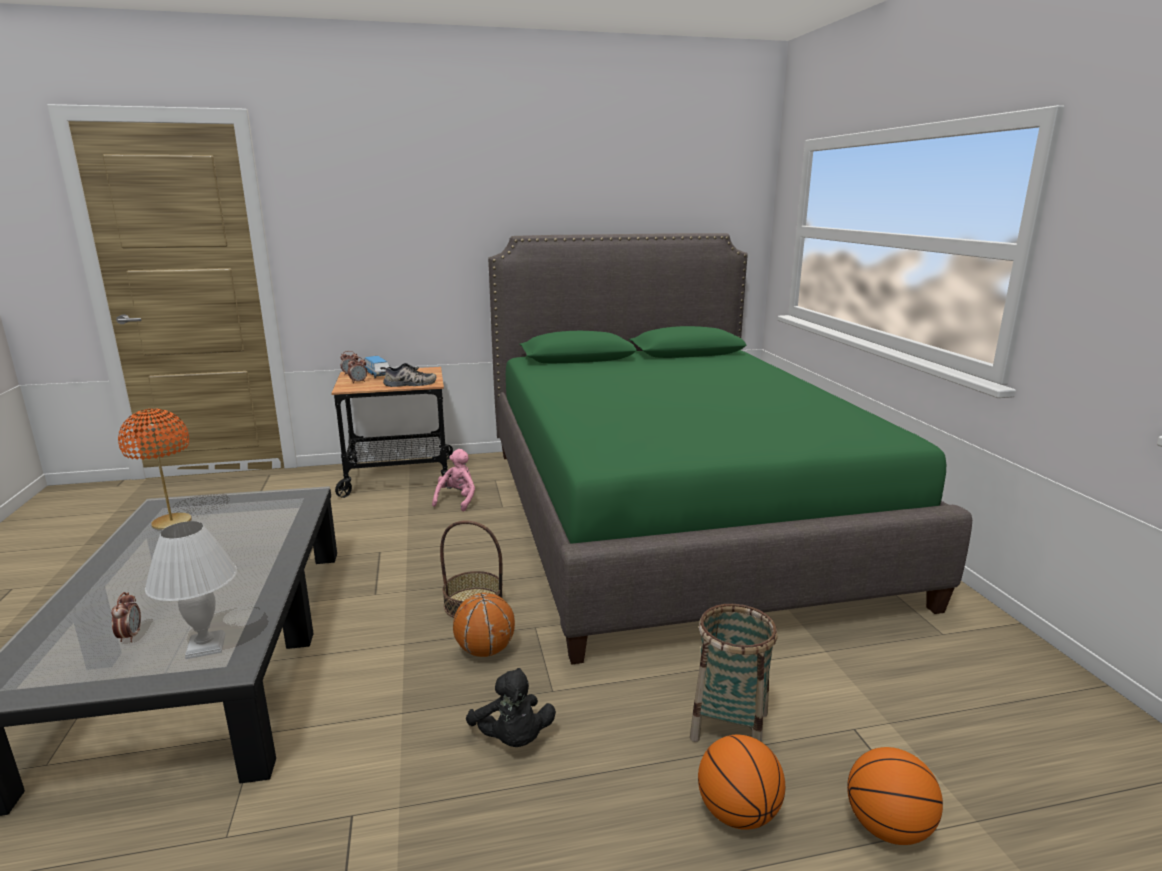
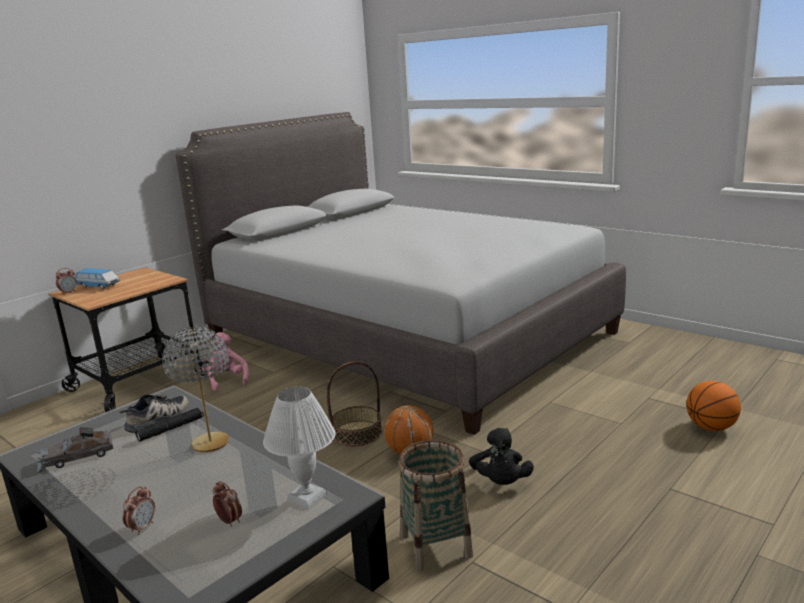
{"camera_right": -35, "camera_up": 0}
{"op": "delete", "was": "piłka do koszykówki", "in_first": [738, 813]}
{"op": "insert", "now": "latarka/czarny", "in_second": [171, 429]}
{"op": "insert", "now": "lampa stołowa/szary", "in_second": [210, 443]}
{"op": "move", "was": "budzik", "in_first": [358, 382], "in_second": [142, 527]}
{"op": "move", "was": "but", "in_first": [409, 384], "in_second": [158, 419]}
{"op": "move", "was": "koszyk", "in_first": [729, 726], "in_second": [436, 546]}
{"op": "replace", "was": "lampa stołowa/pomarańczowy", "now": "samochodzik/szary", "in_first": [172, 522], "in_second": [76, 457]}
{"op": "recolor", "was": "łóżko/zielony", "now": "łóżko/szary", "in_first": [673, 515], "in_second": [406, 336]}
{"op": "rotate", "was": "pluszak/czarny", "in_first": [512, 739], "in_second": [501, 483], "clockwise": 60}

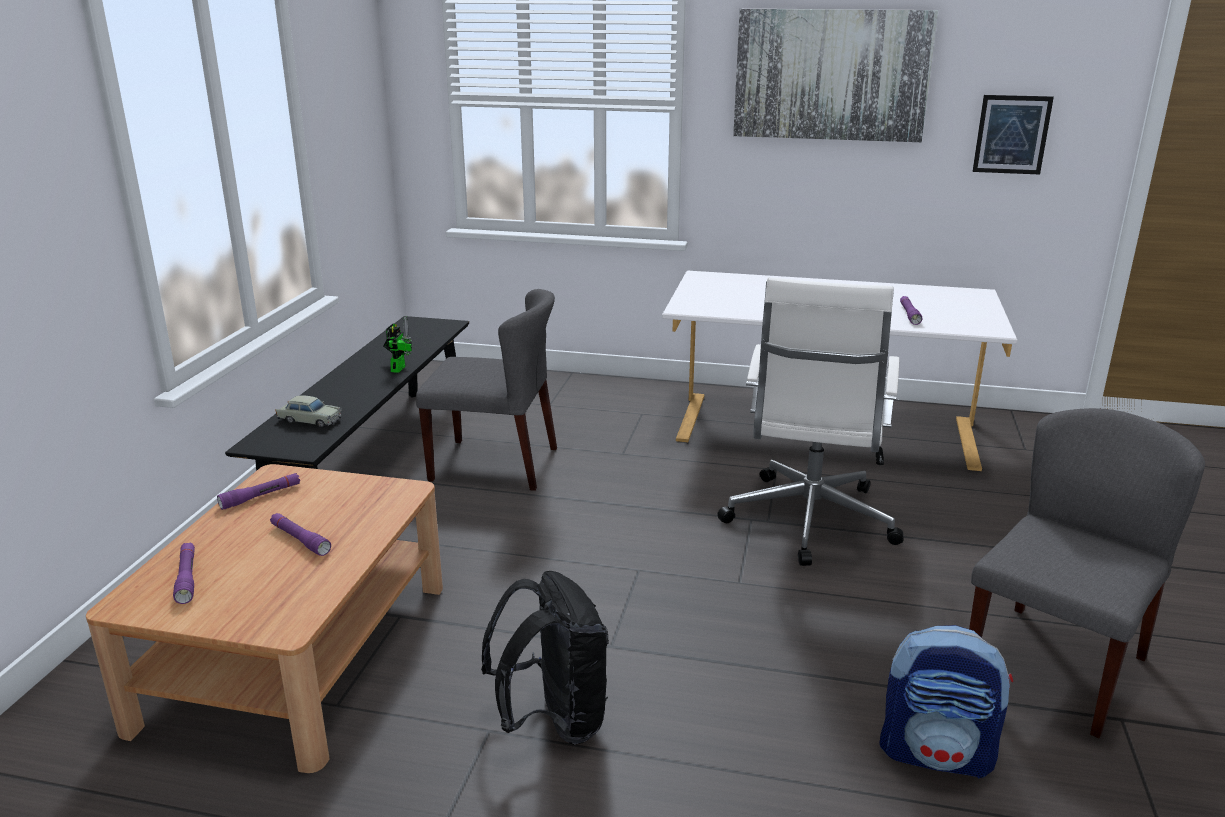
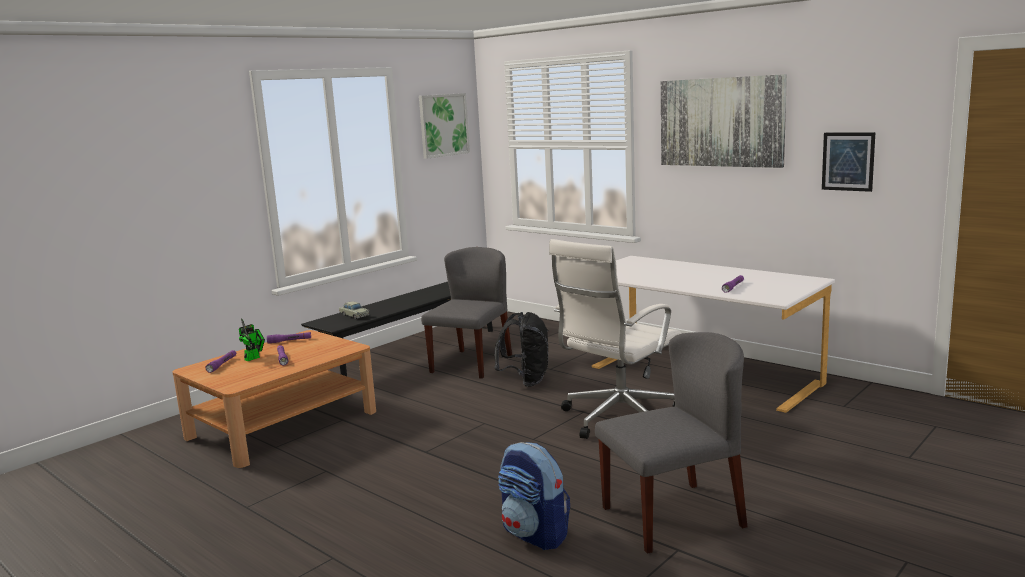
{"camera_right": 30, "camera_up": -10}
{"op": "insert", "now": "obraz", "in_second": [443, 125]}
{"op": "move", "was": "robot zabawkowy", "in_first": [399, 367], "in_second": [254, 358]}
{"op": "move", "was": "plecak/czarny", "in_first": [553, 720], "in_second": [526, 381]}
{"op": "rotate", "was": "krzesło/szary", "in_first": [495, 464], "in_second": [471, 363], "clockwise": -105}

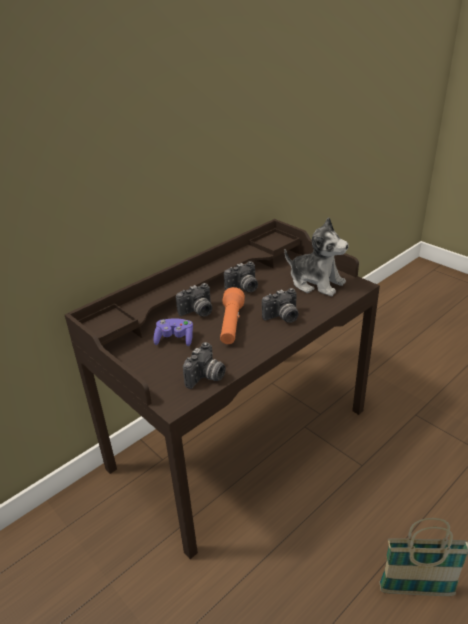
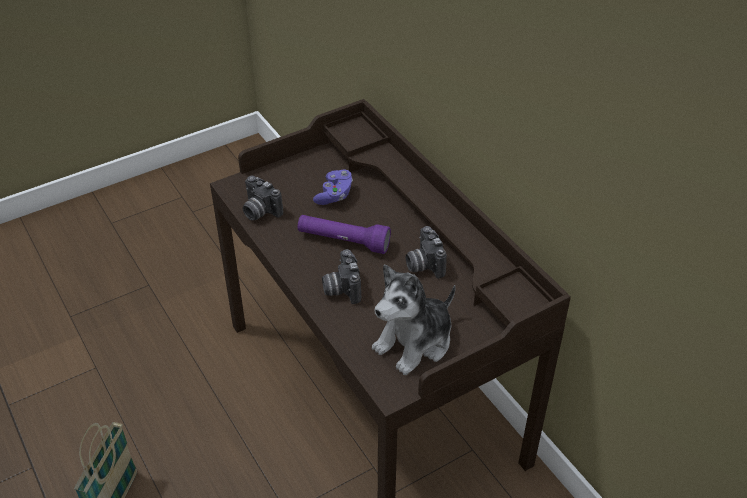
{"camera_right": 100, "camera_up": 10}
{"op": "delete", "was": "aparat fotograficzny", "in_first": [198, 312]}
{"op": "recolor", "was": "latarka/pomarańczowy", "now": "latarka/fioletowy", "in_first": [231, 325], "in_second": [343, 241]}

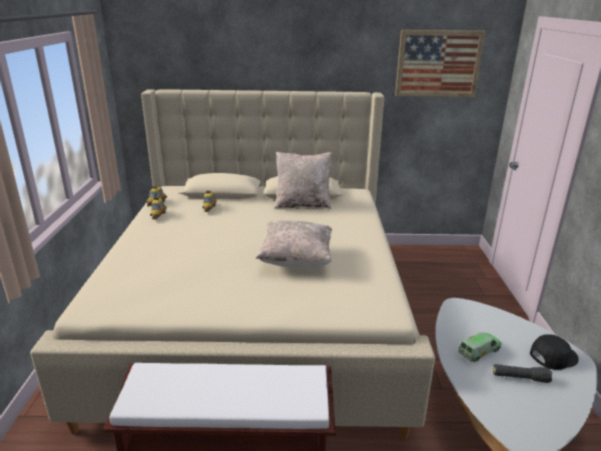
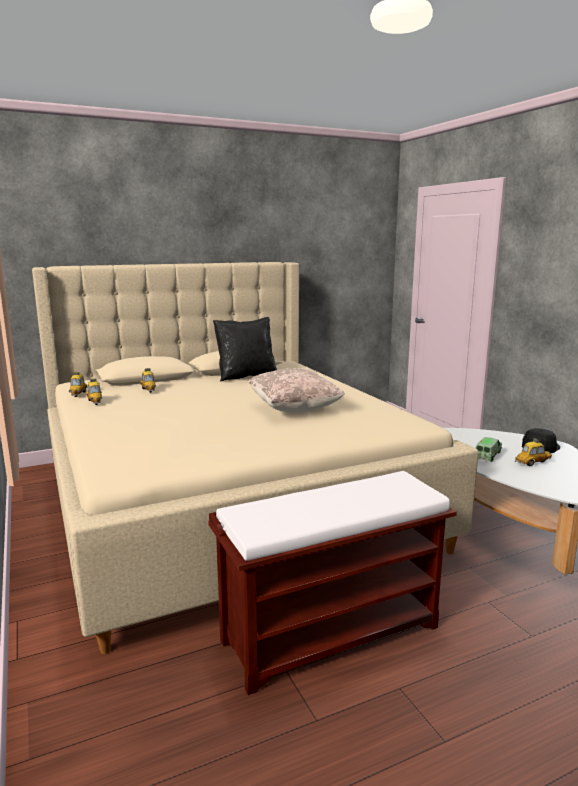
{"camera_right": -25, "camera_up": -10}
{"op": "delete", "was": "obraz", "in_first": [438, 64]}
{"op": "replace", "was": "latarka/czarny", "now": "samochodzik", "in_first": [520, 378], "in_second": [533, 463]}
{"op": "recolor", "was": "poduszka/beżowy", "now": "poduszka/czarny", "in_first": [303, 204], "in_second": [246, 376]}

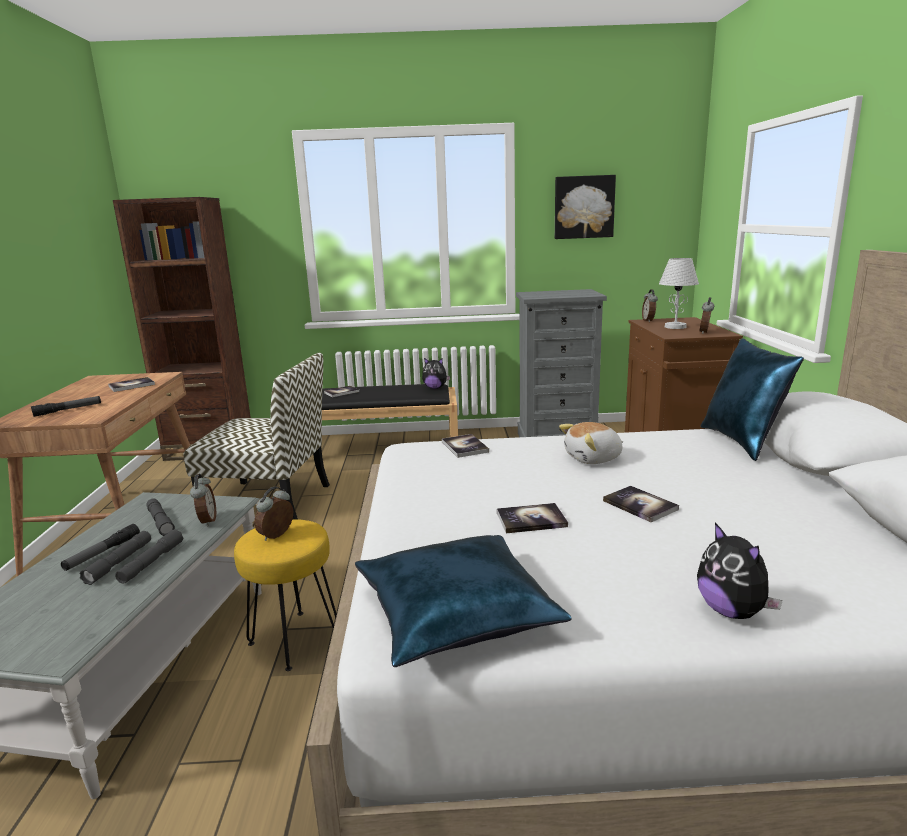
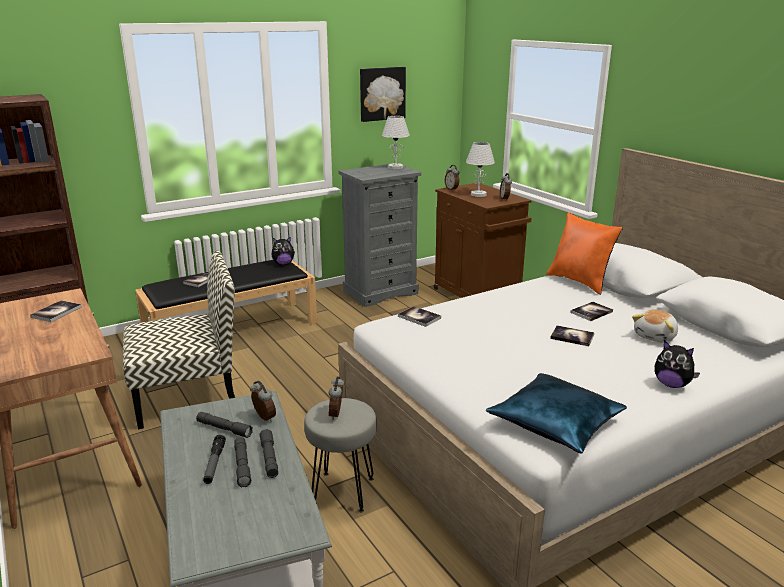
{"camera_right": -30, "camera_up": 5}
{"op": "delete", "was": "latarka", "in_first": [68, 410]}
{"op": "insert", "now": "lampa stołowa/biały", "in_second": [395, 167]}
{"op": "move", "was": "książka", "in_first": [531, 520], "in_second": [591, 312]}
{"op": "move", "was": "pluszak", "in_first": [593, 458], "in_second": [656, 336]}
{"op": "recolor", "was": "stołek/żółty", "now": "stołek/szary", "in_first": [294, 640], "in_second": [343, 492]}
{"op": "recolor", "was": "poduszka/niebieski", "now": "poduszka/pomarańczowy", "in_first": [743, 442], "in_second": [580, 282]}

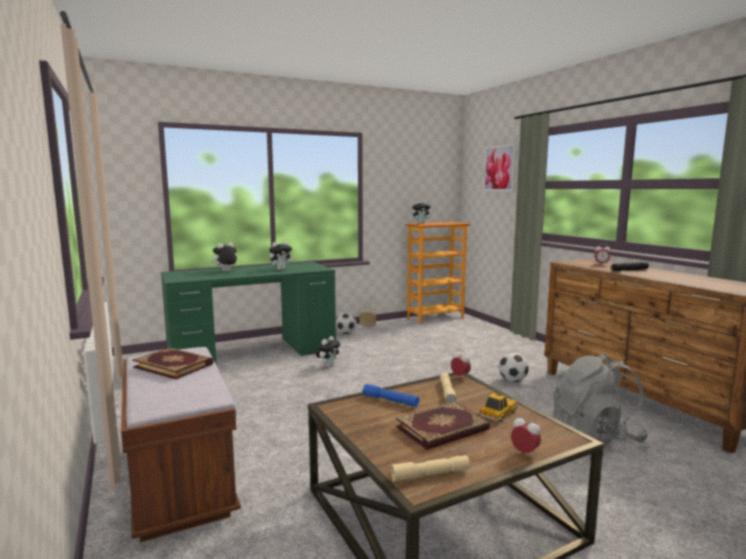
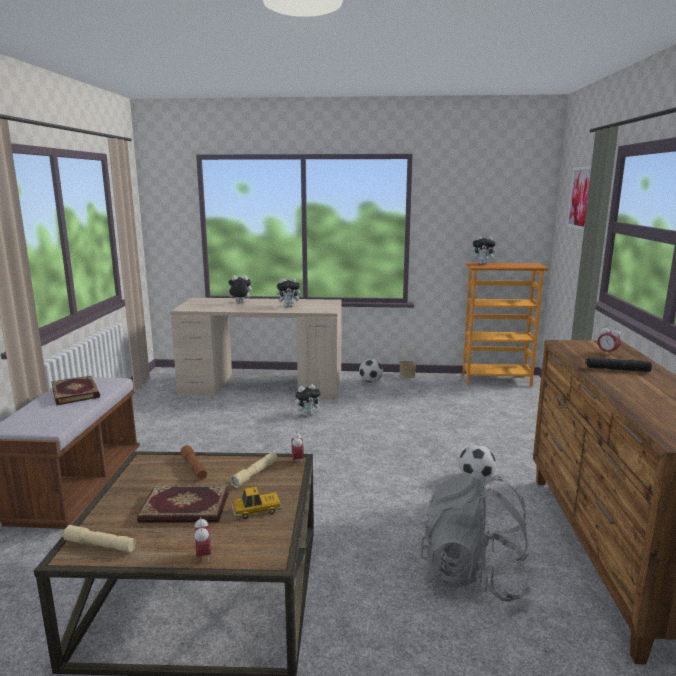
{"camera_right": 30, "camera_up": 5}
{"op": "recolor", "was": "biurko/zielony", "now": "biurko/beżowy", "in_first": [253, 352], "in_second": [263, 385]}
{"op": "recolor", "was": "latarka/niebieski", "now": "latarka/brązowy", "in_first": [390, 401], "in_second": [194, 467]}

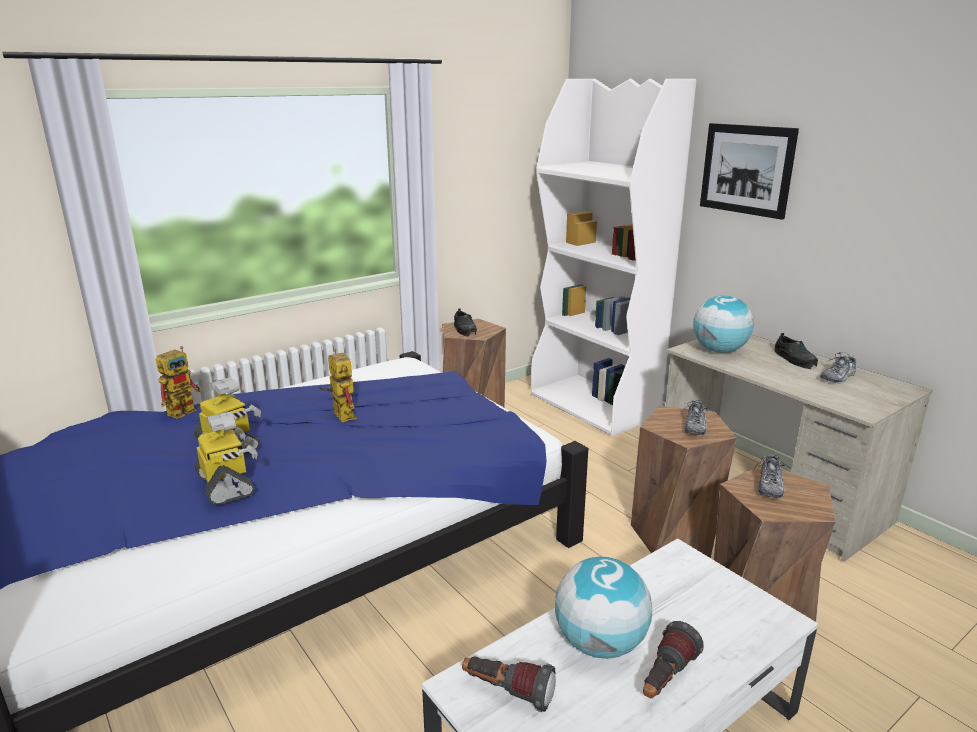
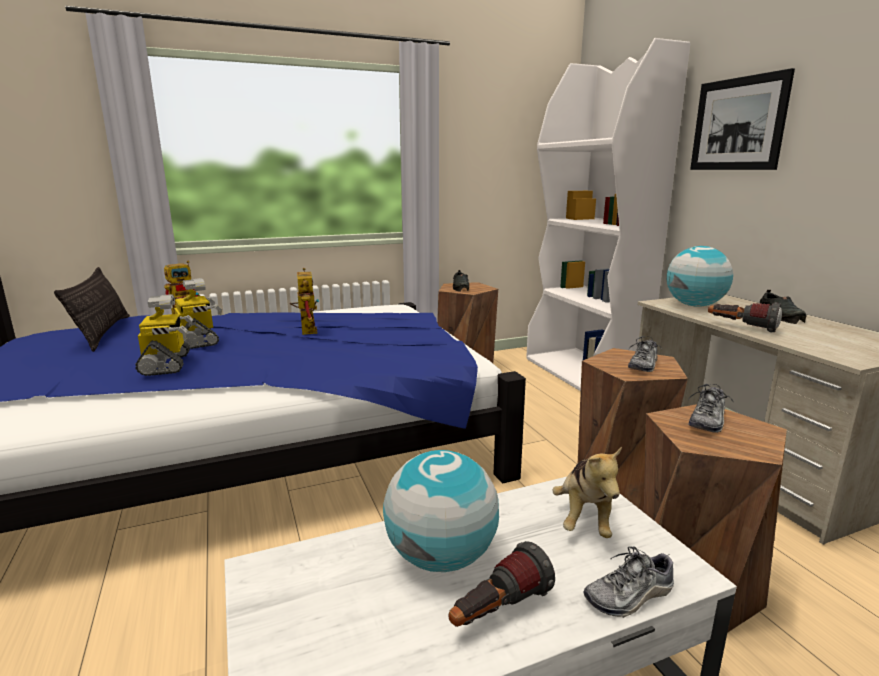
{"camera_right": 15, "camera_up": -5}
{"op": "insert", "now": "poduszka", "in_second": [103, 333]}
{"op": "insert", "now": "pluszak", "in_second": [585, 518]}
{"op": "move", "was": "latarka", "in_first": [507, 693], "in_second": [741, 327]}
{"op": "move", "was": "but", "in_first": [838, 377], "in_second": [629, 596]}

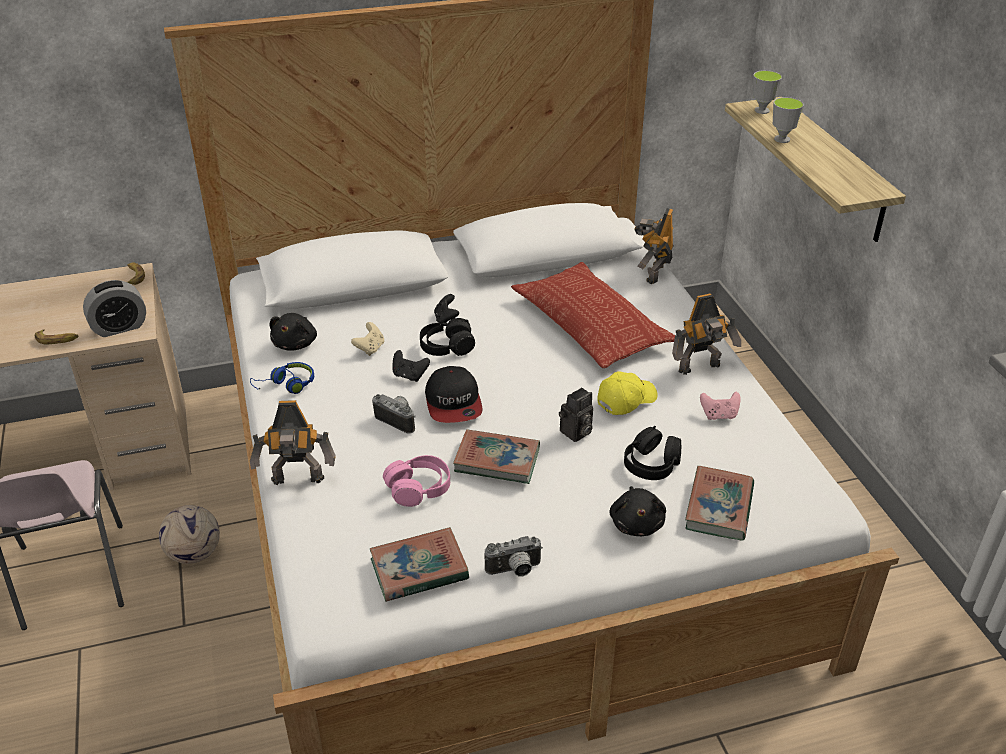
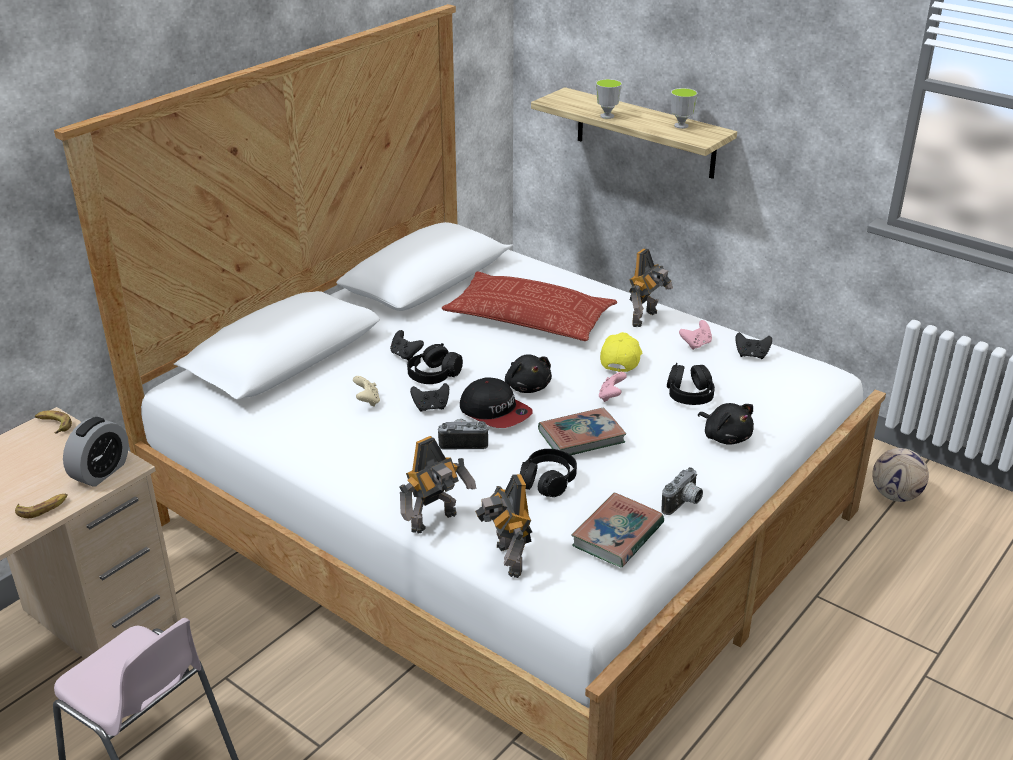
{"camera_right": -35, "camera_up": -5}
{"op": "delete", "was": "słuchawki/niebieski", "in_first": [286, 385]}
{"op": "delete", "was": "książka", "in_first": [719, 507]}
{"op": "insert", "now": "pad do gier/czarny", "in_second": [751, 355]}
{"op": "move", "was": "piłka futbolowa", "in_first": [194, 554], "in_second": [895, 496]}
{"op": "move", "was": "pluszak/czarny", "in_first": [296, 343], "in_second": [527, 386]}
{"op": "move", "was": "robot zabawkowy", "in_first": [652, 273], "in_second": [506, 560]}
{"op": "move", "was": "filiżanka", "in_first": [762, 110], "in_second": [681, 126]}
{"op": "replace", "was": "aparat fotograficzny", "now": "pad do gier/różowy", "in_first": [575, 433], "in_second": [611, 396]}
{"op": "recolor", "was": "słuchawki/różowy", "now": "słuchawki/czarny", "in_first": [418, 488], "in_second": [547, 481]}

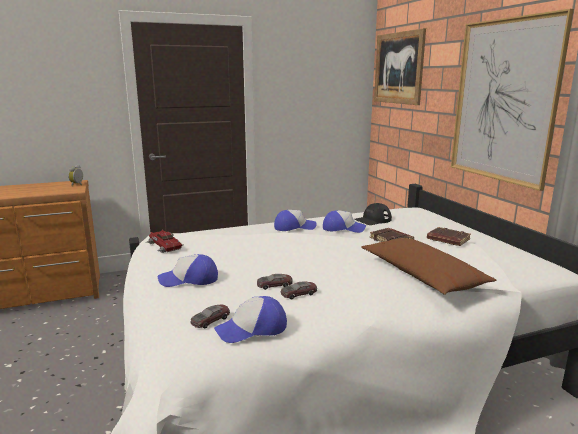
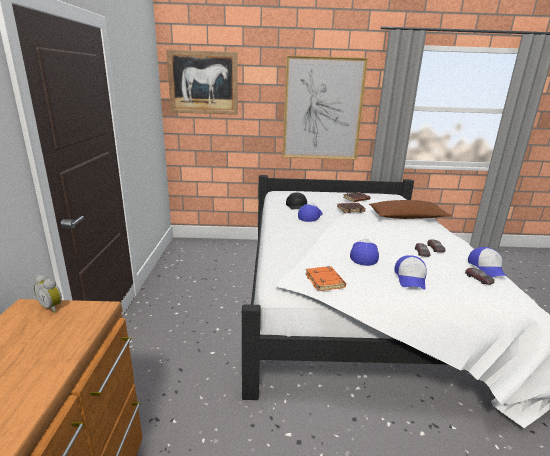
{"camera_right": -70, "camera_up": 5}
{"op": "move", "was": "czapka z daszkiem", "in_first": [294, 227], "in_second": [363, 256]}
{"op": "replace", "was": "samochodzik", "now": "książka/pomarańczowy", "in_first": [164, 246], "in_second": [325, 281]}

